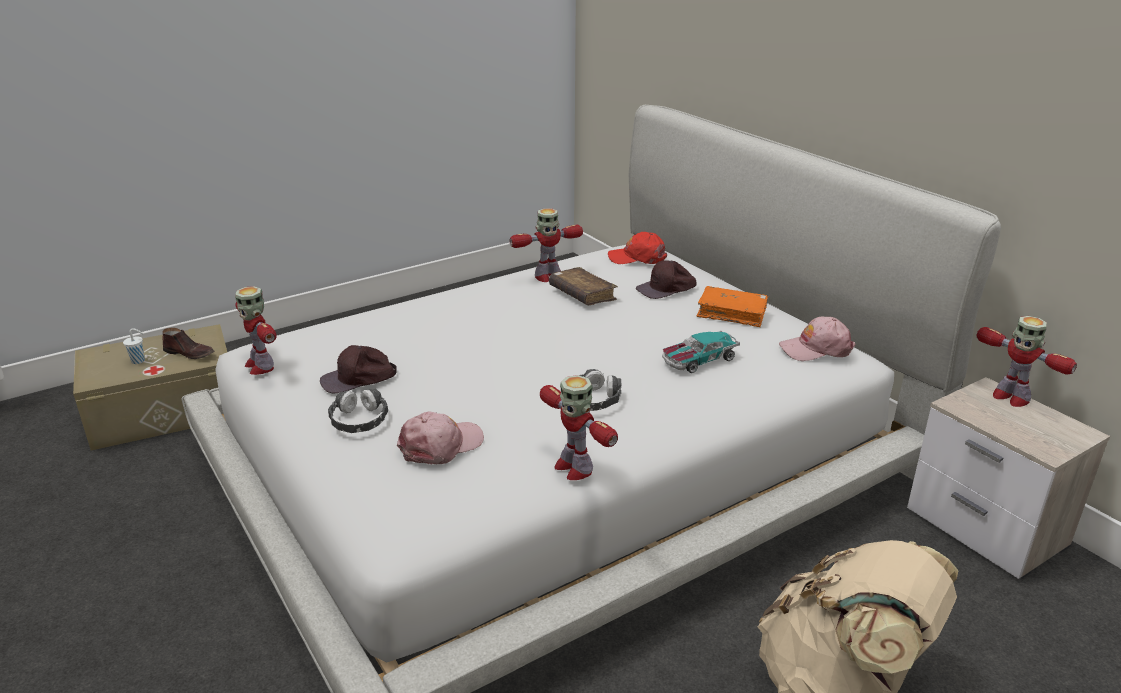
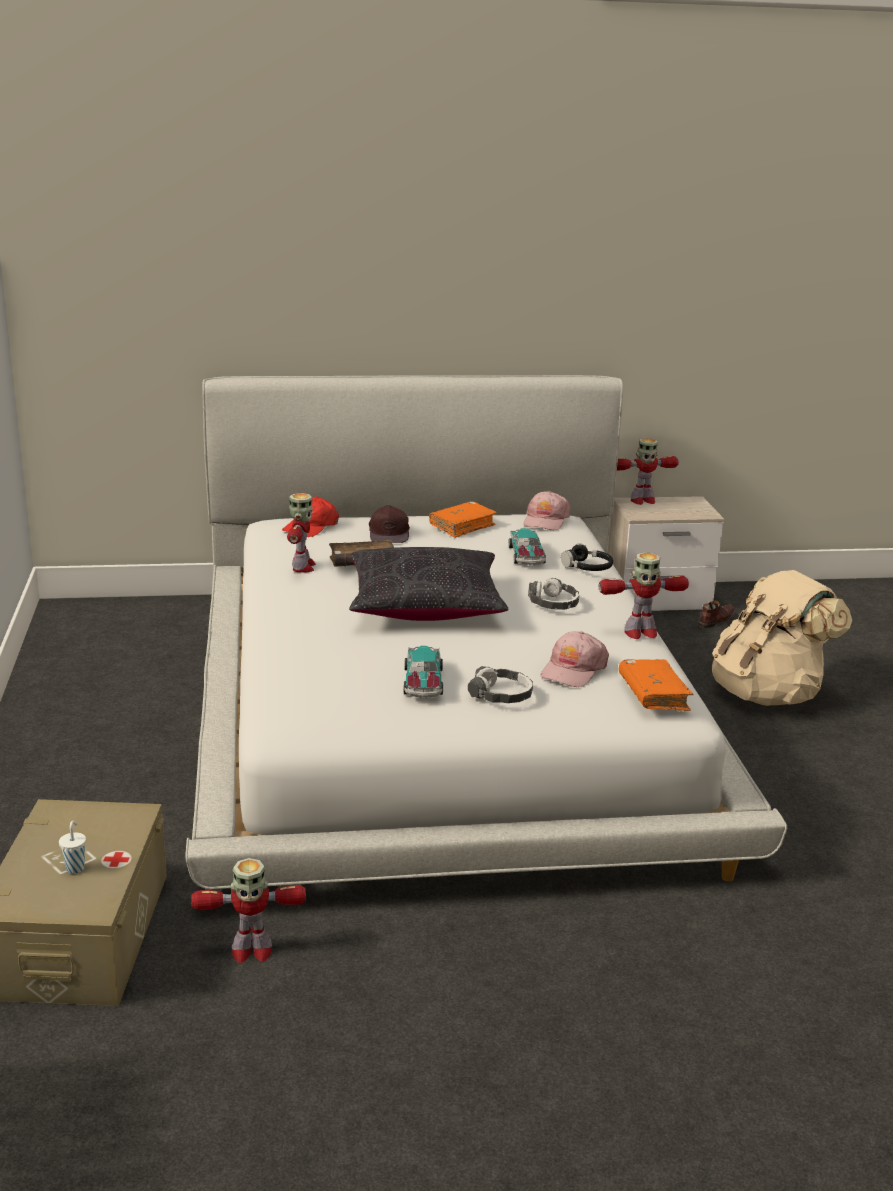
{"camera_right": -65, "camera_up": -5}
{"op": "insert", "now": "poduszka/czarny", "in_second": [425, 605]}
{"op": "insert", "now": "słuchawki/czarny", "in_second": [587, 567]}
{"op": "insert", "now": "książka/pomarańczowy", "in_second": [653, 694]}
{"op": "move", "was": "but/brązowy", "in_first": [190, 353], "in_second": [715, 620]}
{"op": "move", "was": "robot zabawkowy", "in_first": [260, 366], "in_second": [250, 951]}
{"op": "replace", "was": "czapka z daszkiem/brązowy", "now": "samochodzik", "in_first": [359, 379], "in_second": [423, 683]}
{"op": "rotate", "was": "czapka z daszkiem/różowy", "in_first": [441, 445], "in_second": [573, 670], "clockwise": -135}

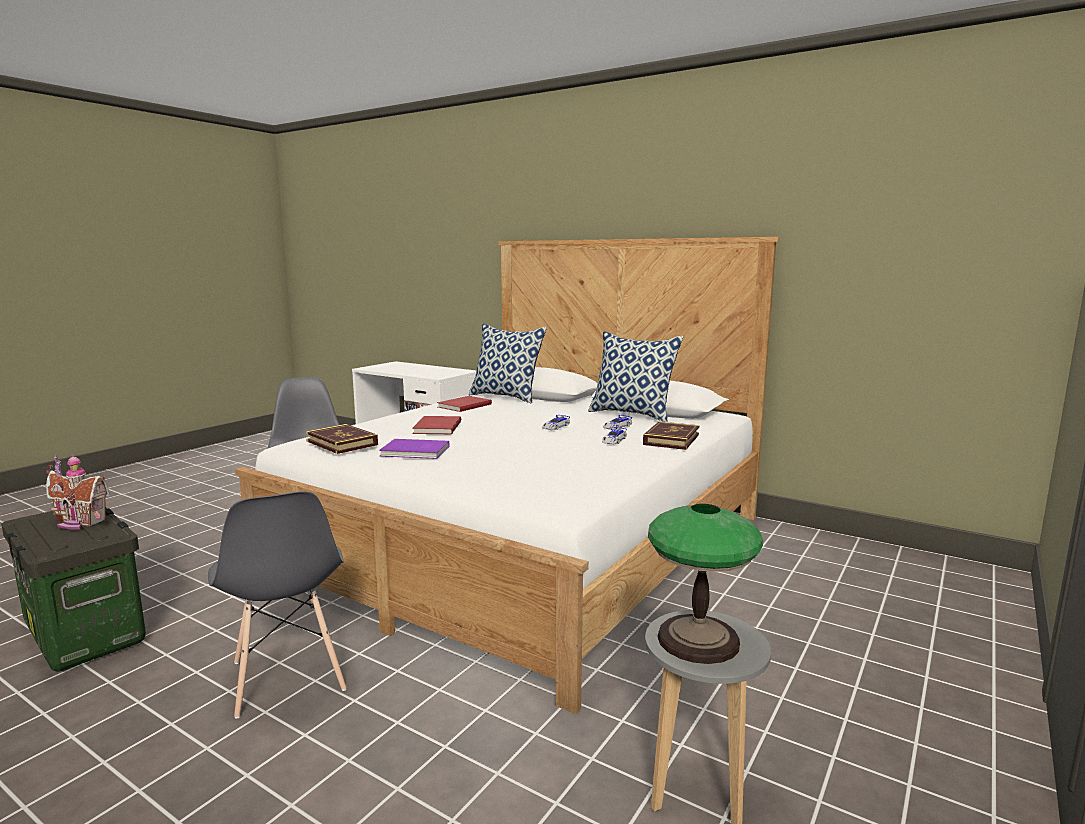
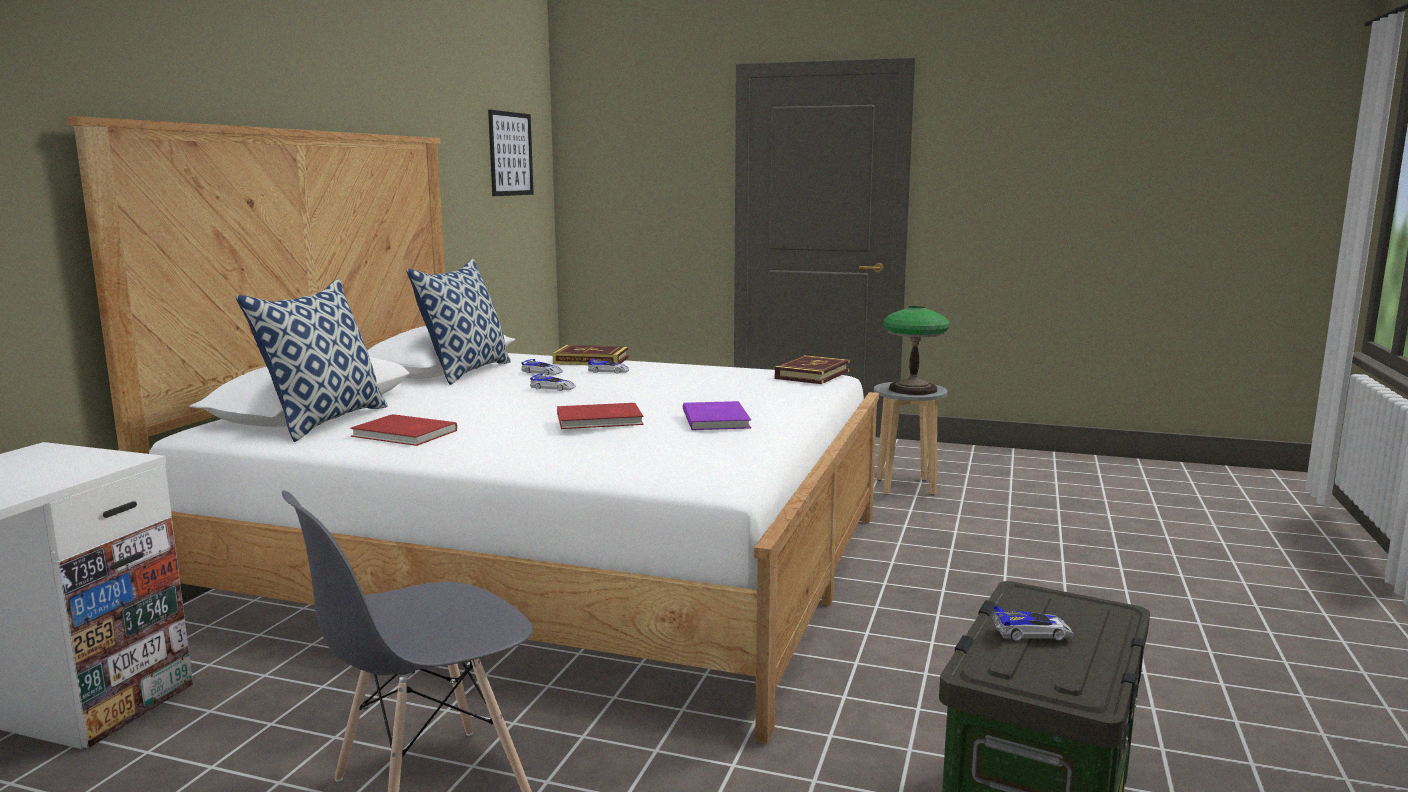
{"camera_right": -105, "camera_up": 0}
{"op": "delete", "was": "krzesło/szary", "in_first": [287, 677]}
{"op": "insert", "now": "obraz", "in_second": [510, 154]}
{"op": "move", "was": "książka", "in_first": [342, 443], "in_second": [812, 375]}
{"op": "replace", "was": "domek", "now": "samochodzik", "in_first": [78, 523], "in_second": [1033, 632]}

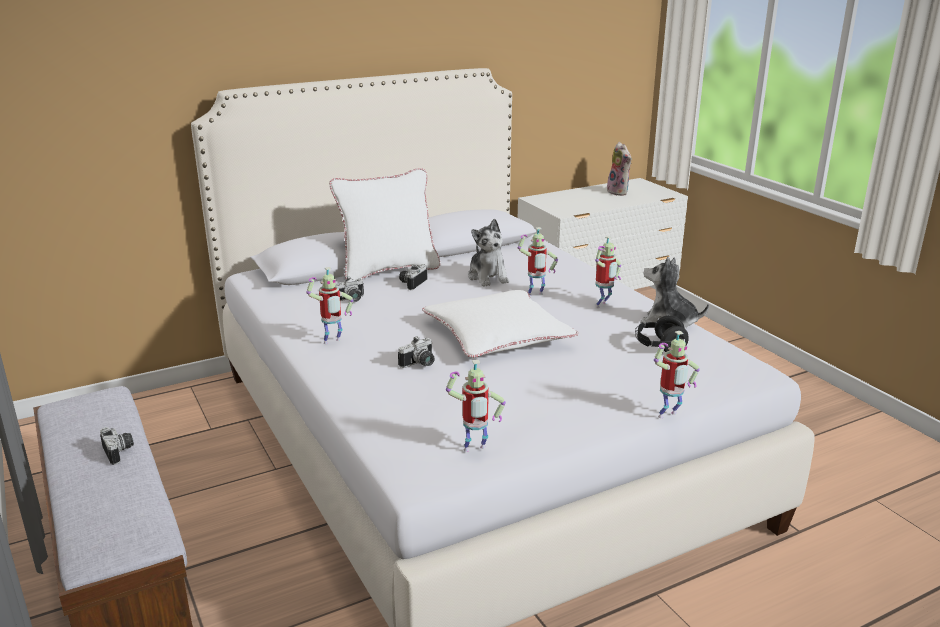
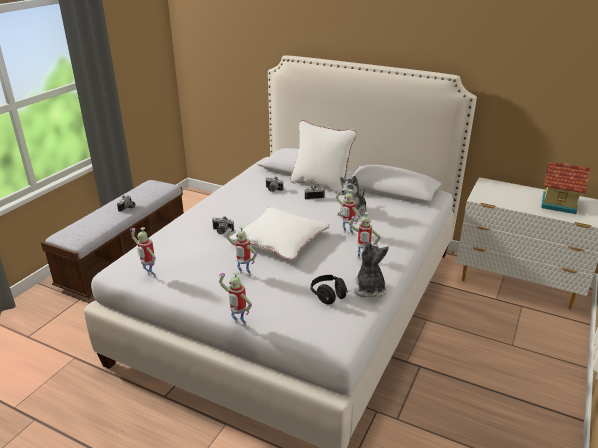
{"camera_right": 55, "camera_up": 5}
{"op": "move", "was": "robot zabawkowy", "in_first": [332, 342], "in_second": [244, 274]}
{"op": "replace", "was": "pluszak", "now": "domek", "in_first": [619, 192], "in_second": [558, 203]}

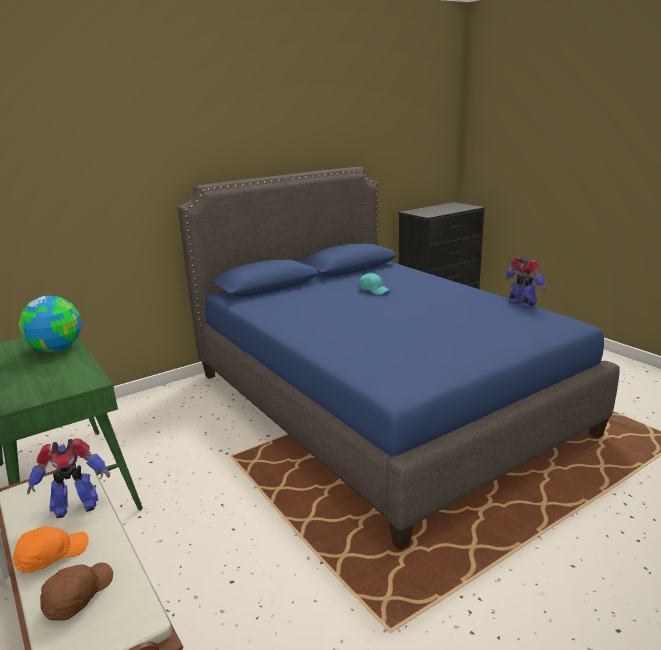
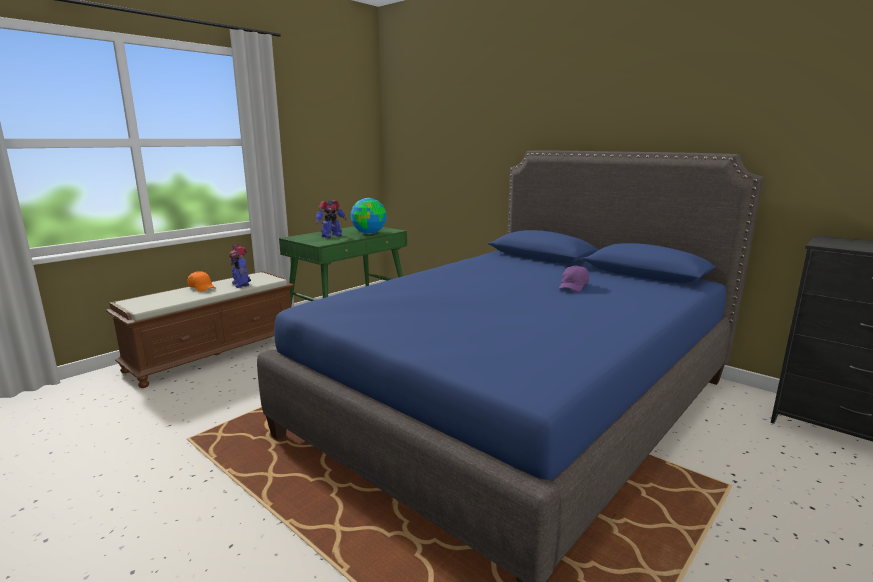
{"camera_right": 75, "camera_up": -5}
{"op": "delete", "was": "czapka z daszkiem/brązowy", "in_first": [78, 596]}
{"op": "move", "was": "robot zabawkowy", "in_first": [522, 303], "in_second": [331, 236]}
{"op": "recolor", "was": "czapka z daszkiem/turkusowy", "now": "czapka z daszkiem/fioletowy", "in_first": [374, 290], "in_second": [573, 286]}

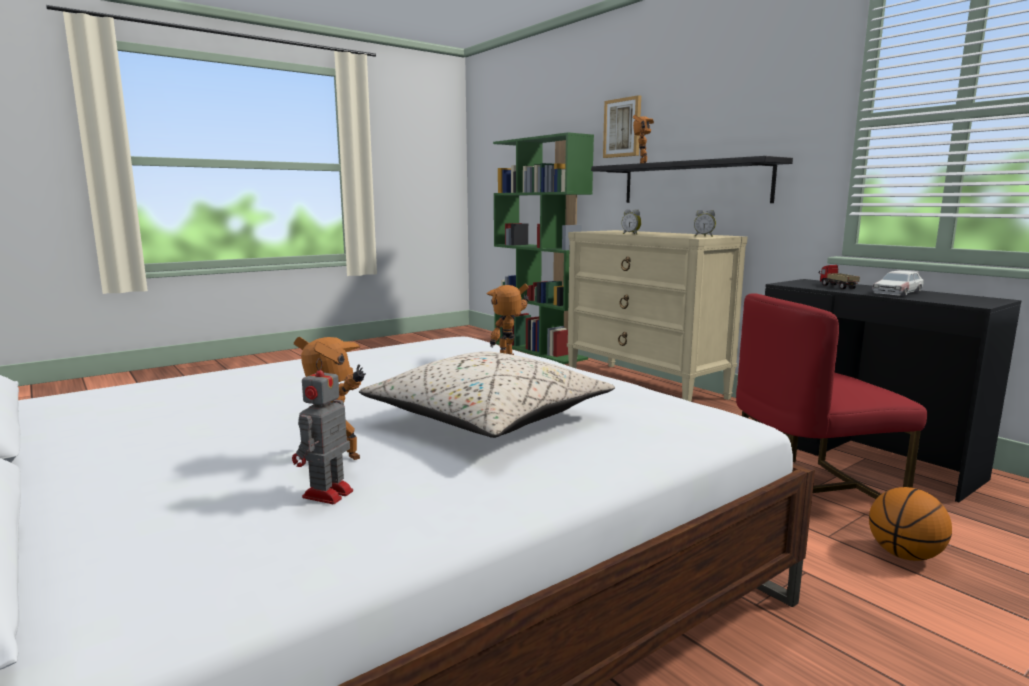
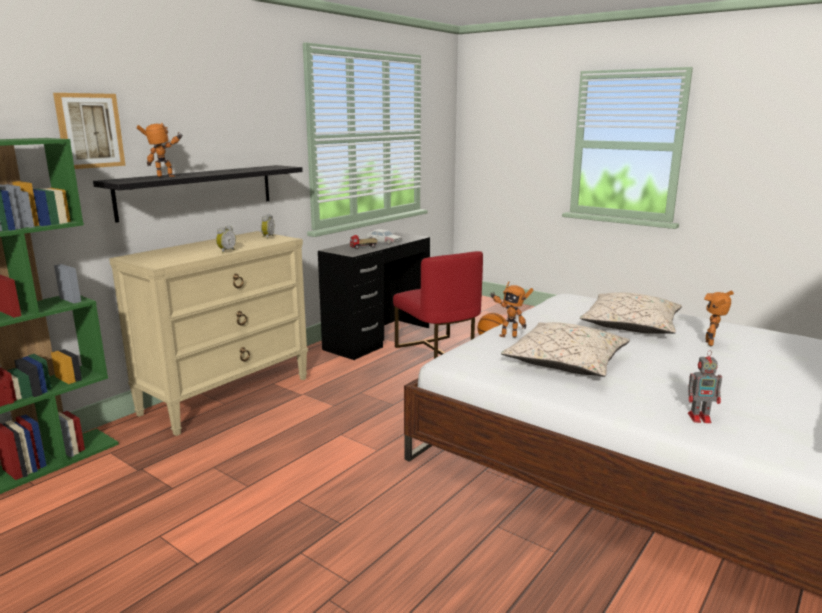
{"camera_right": -105, "camera_up": 5}
{"op": "insert", "now": "poduszka/beżowy", "in_second": [566, 363]}
{"op": "move", "was": "robot zabawkowy", "in_first": [326, 495], "in_second": [700, 418]}

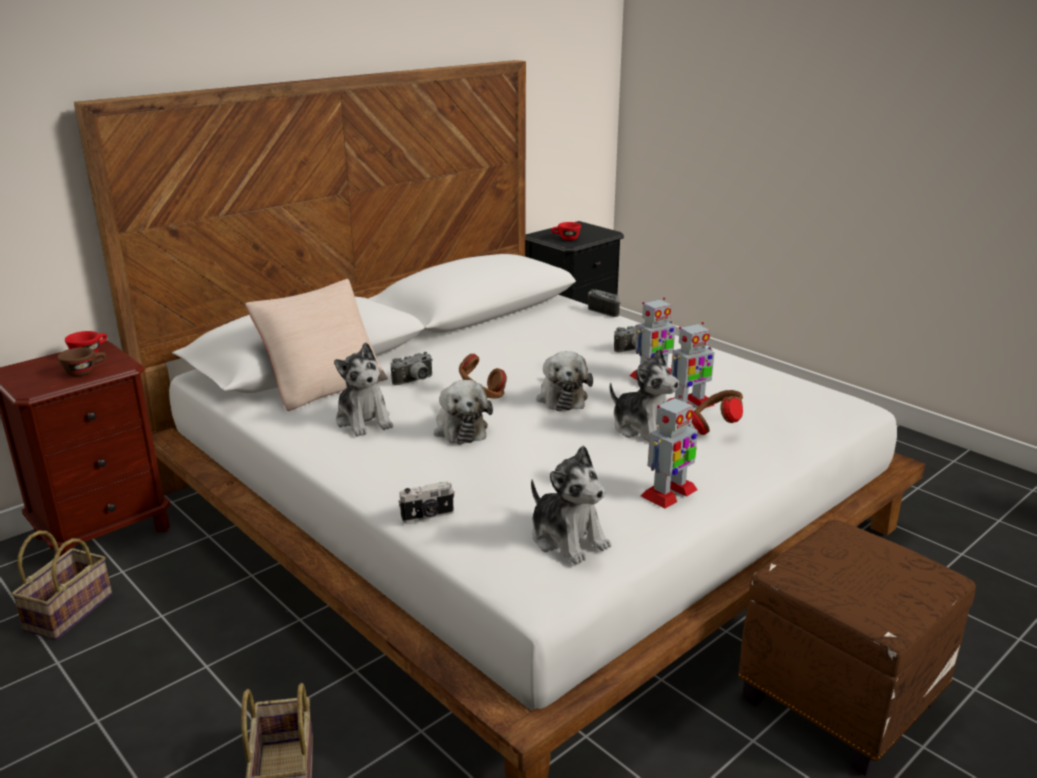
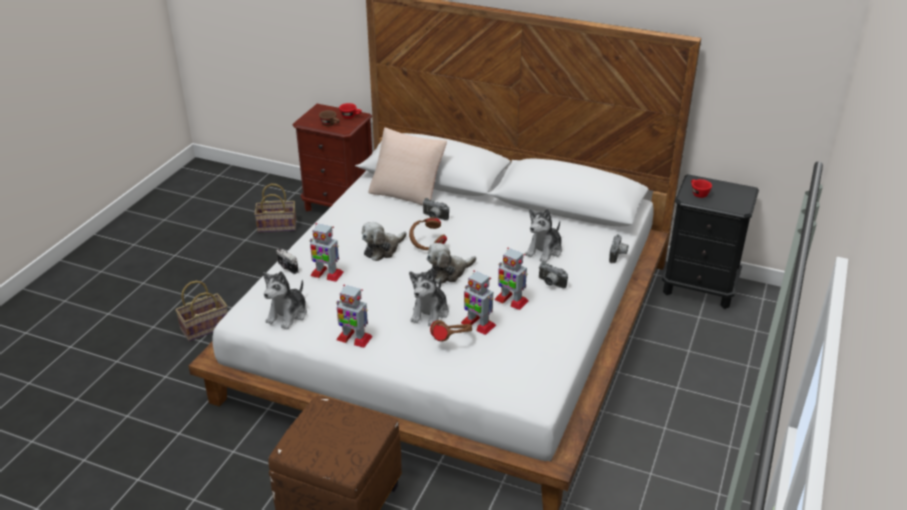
{"camera_right": 65, "camera_up": 10}
{"op": "insert", "now": "robot zabawkowy", "in_second": [326, 274]}
{"op": "move", "was": "pluszak", "in_first": [364, 420], "in_second": [544, 251]}

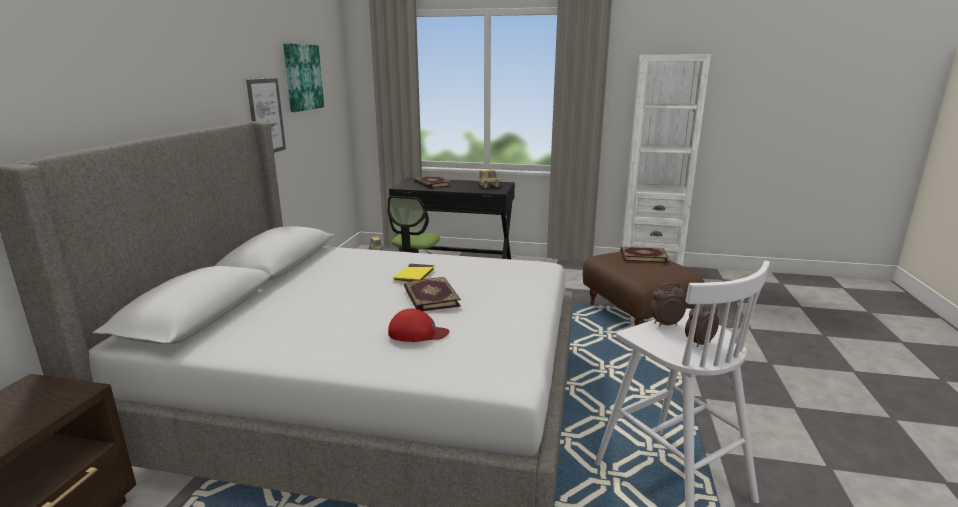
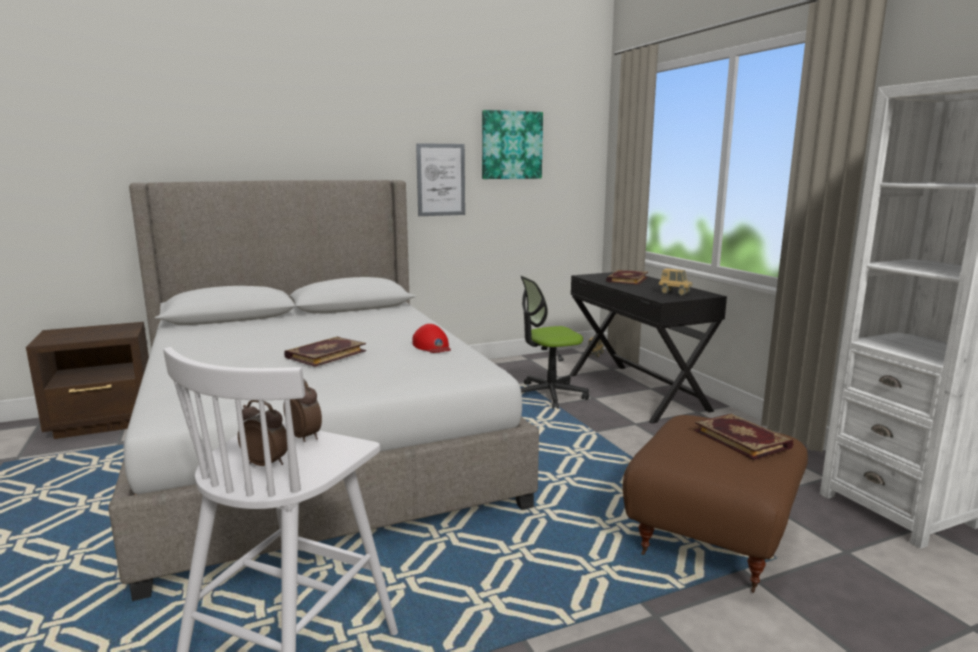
{"camera_right": 55, "camera_up": -5}
{"op": "delete", "was": "książka/żółty", "in_first": [414, 276]}
{"op": "move", "was": "czapka z daszkiem/czerwony", "in_first": [417, 333], "in_second": [432, 346]}

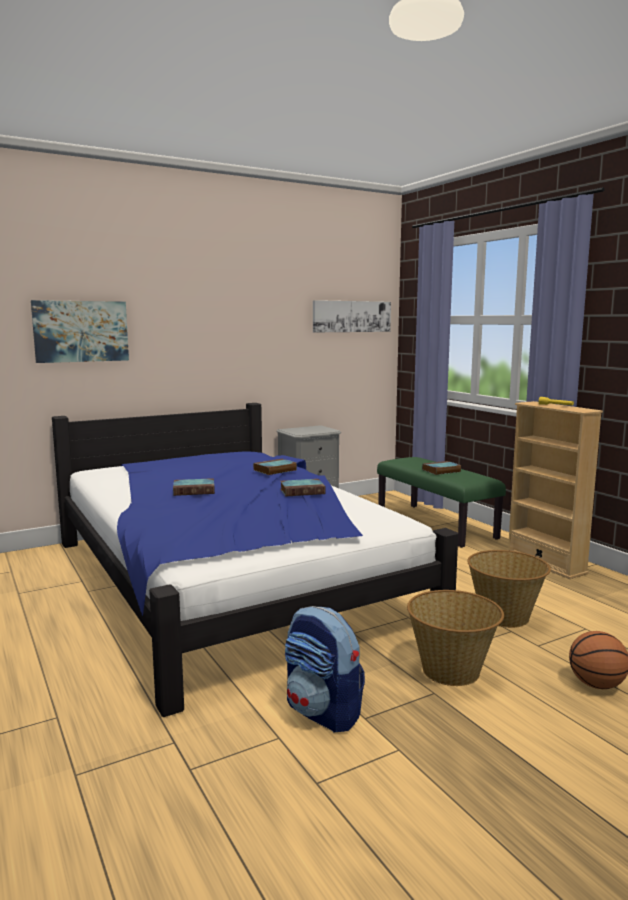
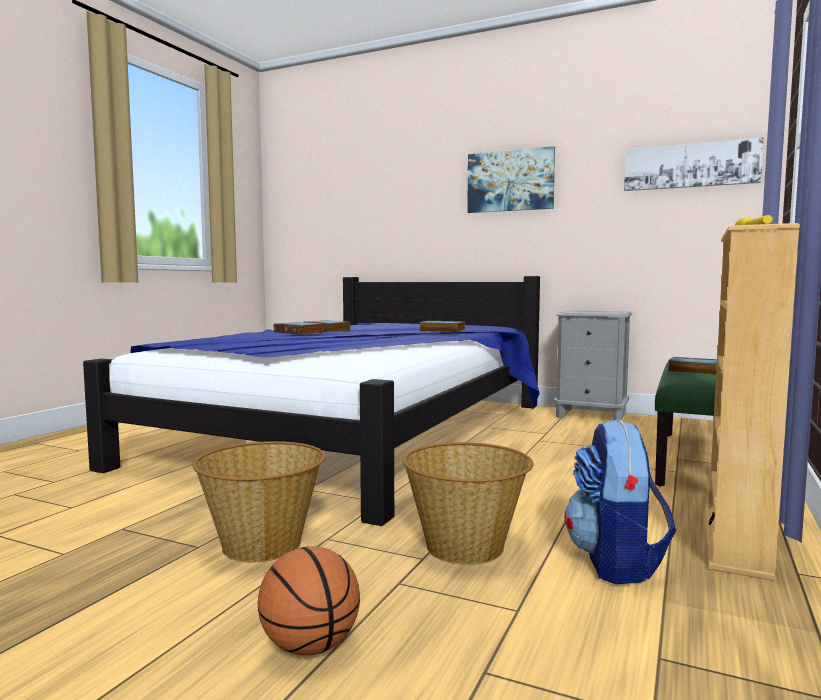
{"camera_right": 55, "camera_up": -5}
{"op": "move", "was": "obraz", "in_first": [81, 331], "in_second": [510, 181]}
{"op": "move", "was": "książka", "in_first": [303, 491], "in_second": [300, 332]}
{"op": "move", "was": "plecak", "in_first": [323, 712], "in_second": [615, 562]}

